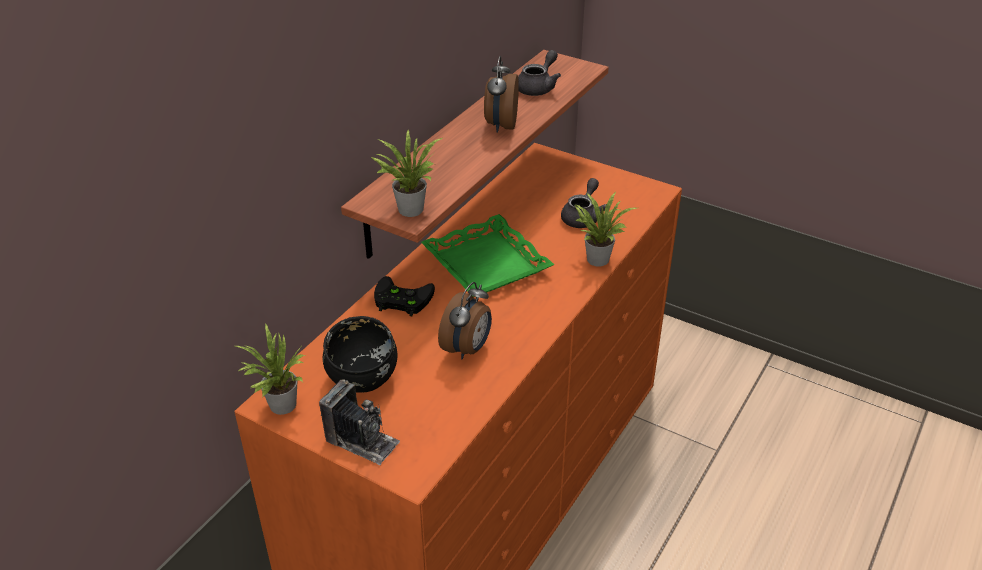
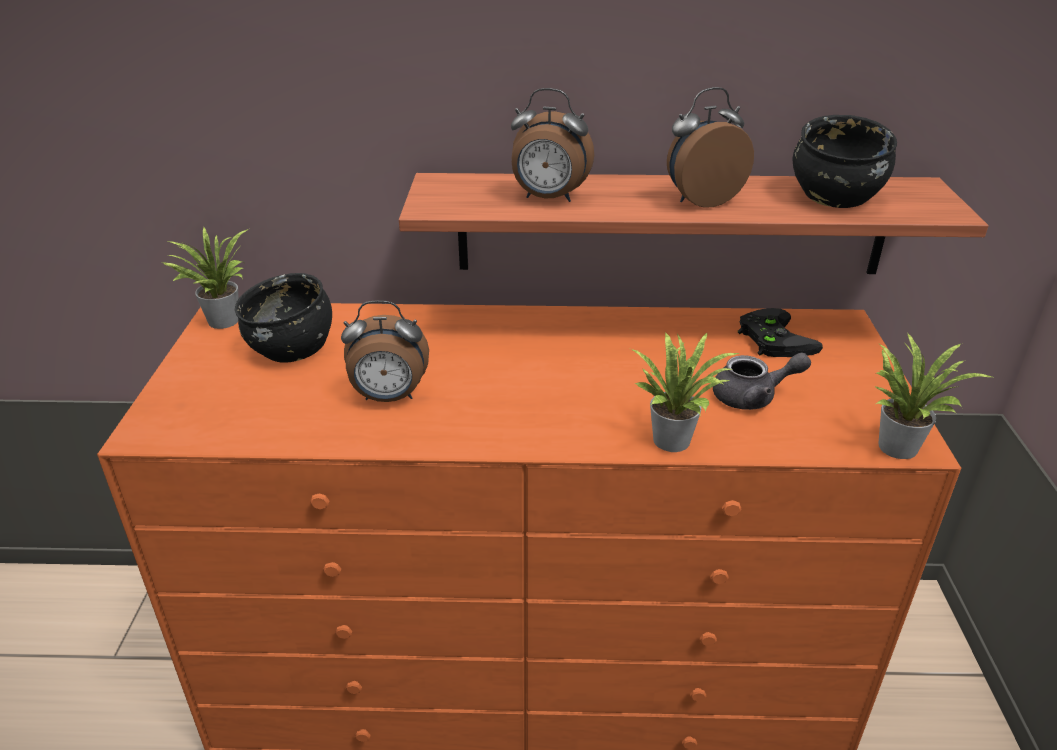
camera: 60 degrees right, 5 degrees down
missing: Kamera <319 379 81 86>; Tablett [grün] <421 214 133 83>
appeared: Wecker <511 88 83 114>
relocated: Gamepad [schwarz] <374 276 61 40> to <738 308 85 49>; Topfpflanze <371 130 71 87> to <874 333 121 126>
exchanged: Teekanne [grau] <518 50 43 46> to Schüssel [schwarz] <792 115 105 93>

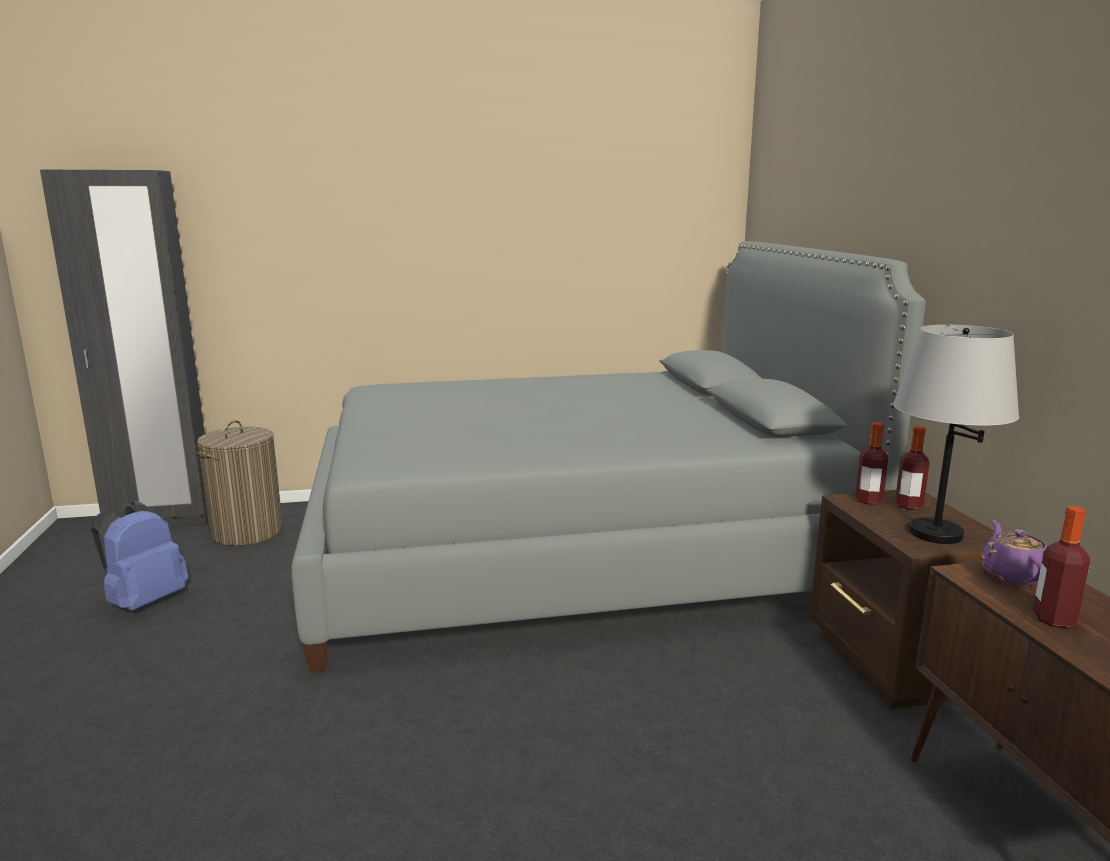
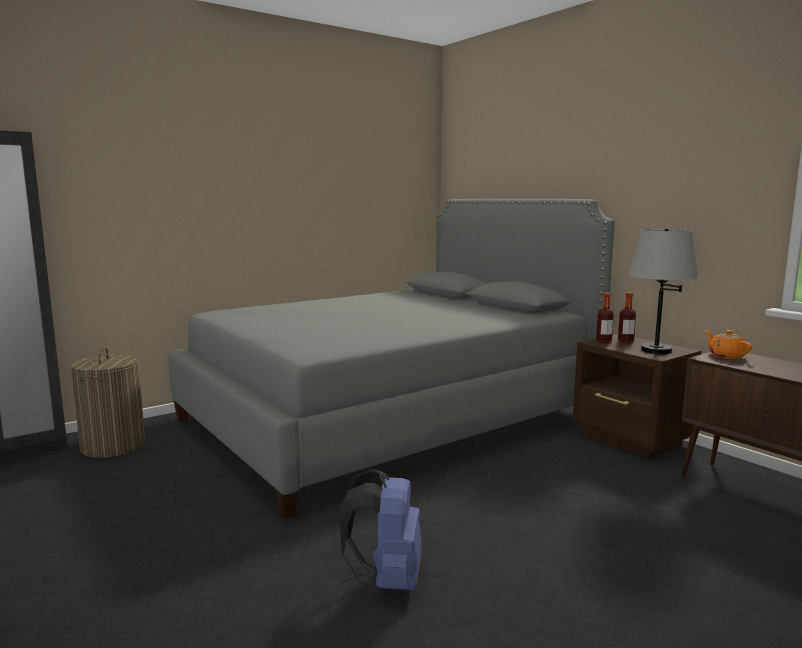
camera: 25 degrees left, 5 degrees down
missing: Flasche <1033 506 57 122>
relocated: Rucksack [blau] <91 501 97 110> to <340 469 82 122>
colour: Teekanne [lila] <980 520 67 66> to Teekanne [orange] <705 330 47 29>

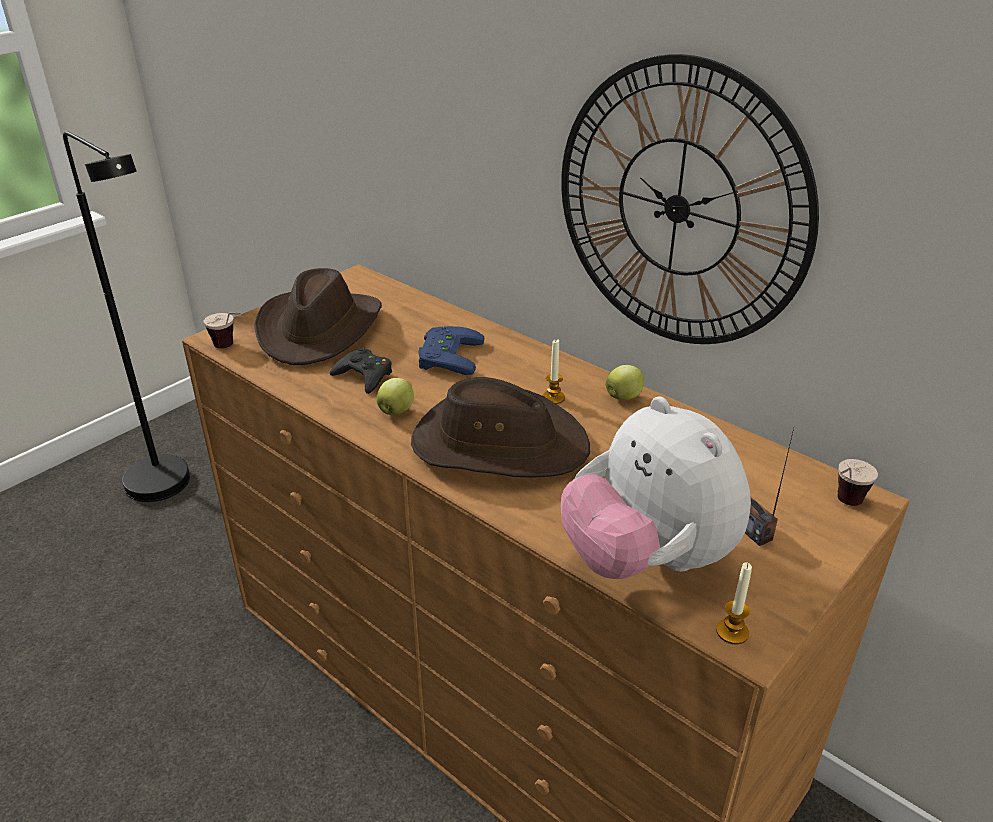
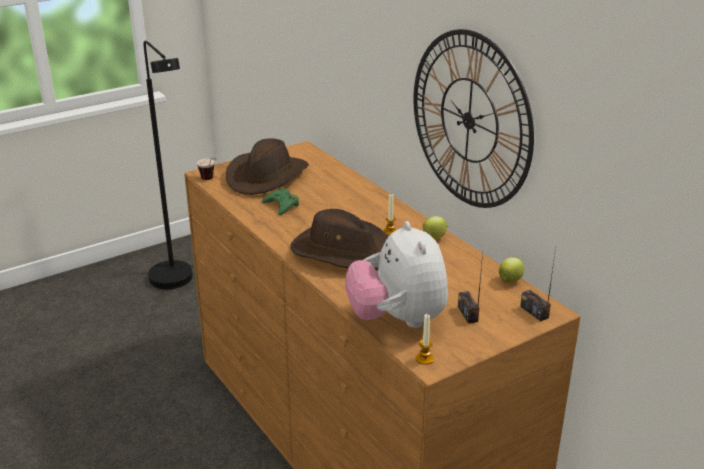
camera: 15 degrees right, 5 degrees down
missing: Gamepad [blau] <419 326 65 49>
relocated: Apfel <377 378 37 37> to <499 257 25 25>
exchanged: Tasse <837 459 41 47> to Radio <520 247 36 74>
colour: Gamepad [schwarz] <330 347 62 47> to Gamepad [grün] <262 188 37 27>

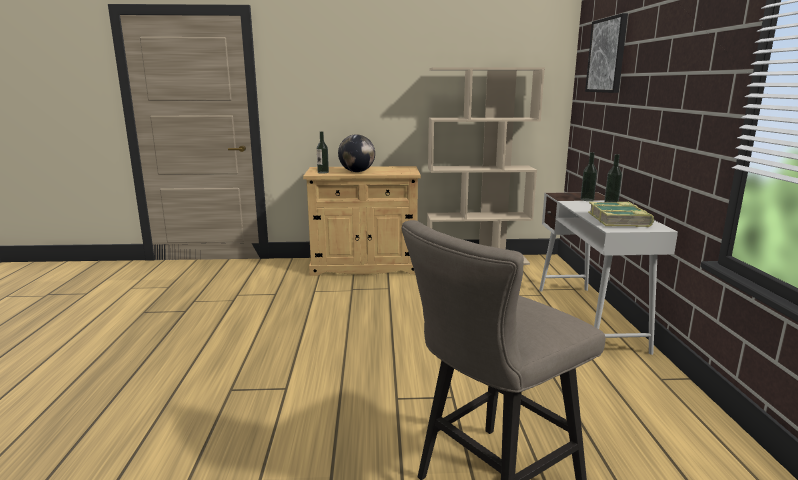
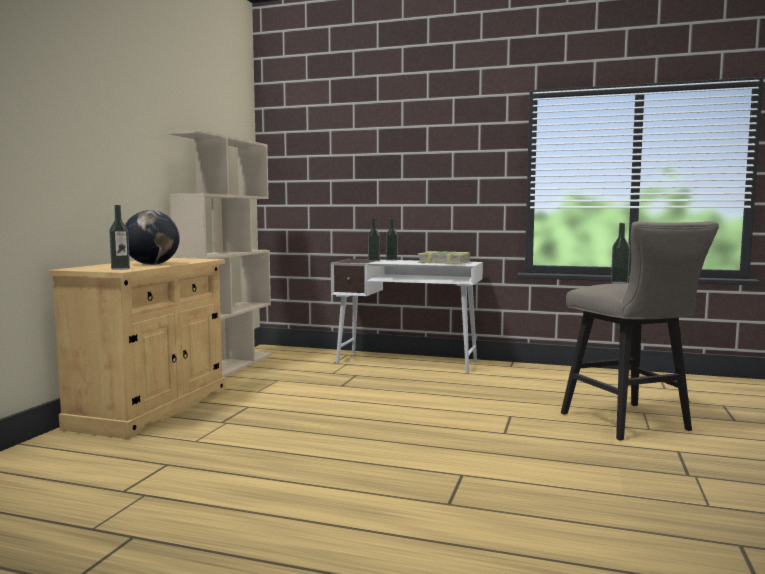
camera: 70 degrees left, 10 degrees down
missing: Bild <585 13 43 80>
appeared: Flasche <611 223 19 61>

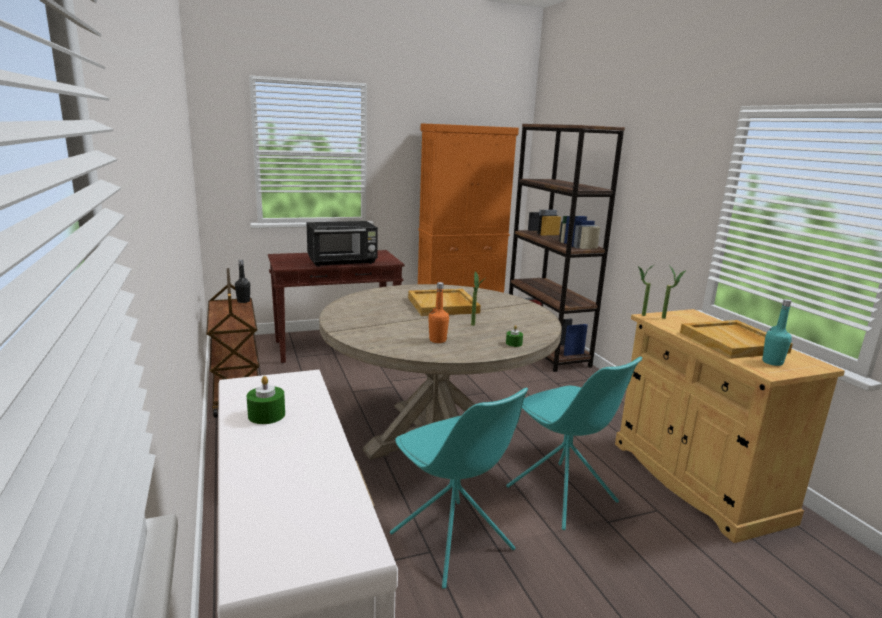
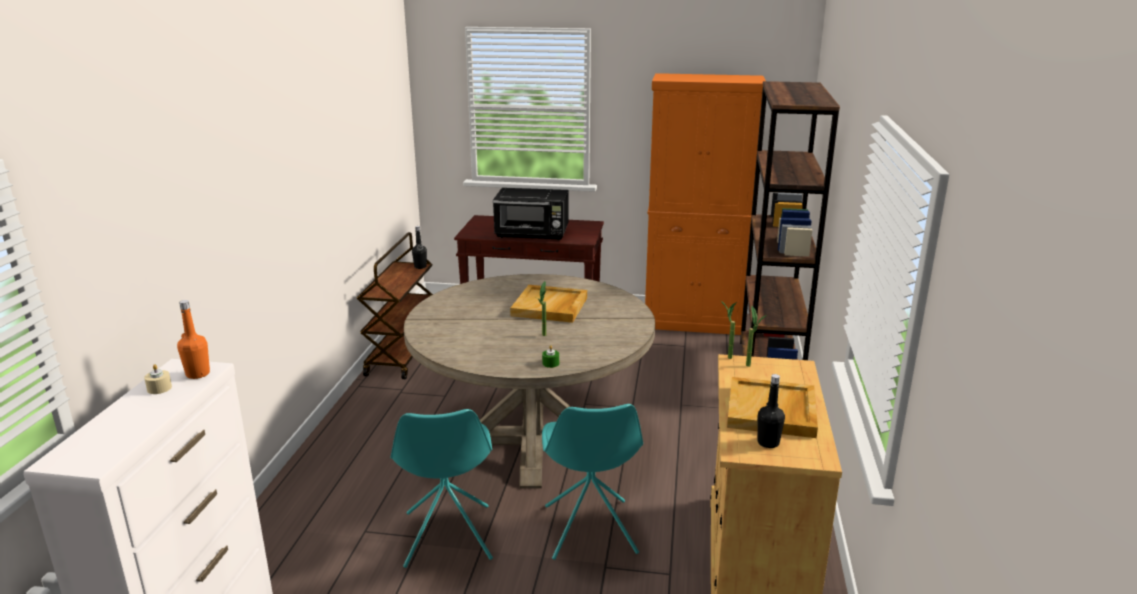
camera: 30 degrees right, 5 degrees up
relocated: Flasche [orange] <428 282 21 61> to <177 300 33 79>
colour: Kerze [grün] <247 376 38 48> to Kerze [beige] <144 364 28 30>; Flasche [türkis] <762 299 30 67> to Flasche [schwarz] <758 374 27 74>

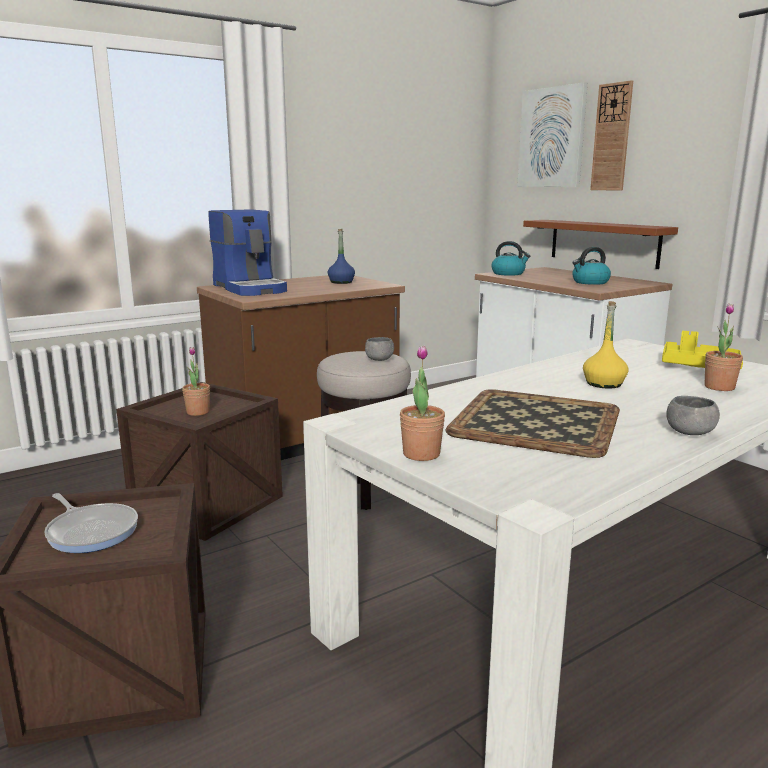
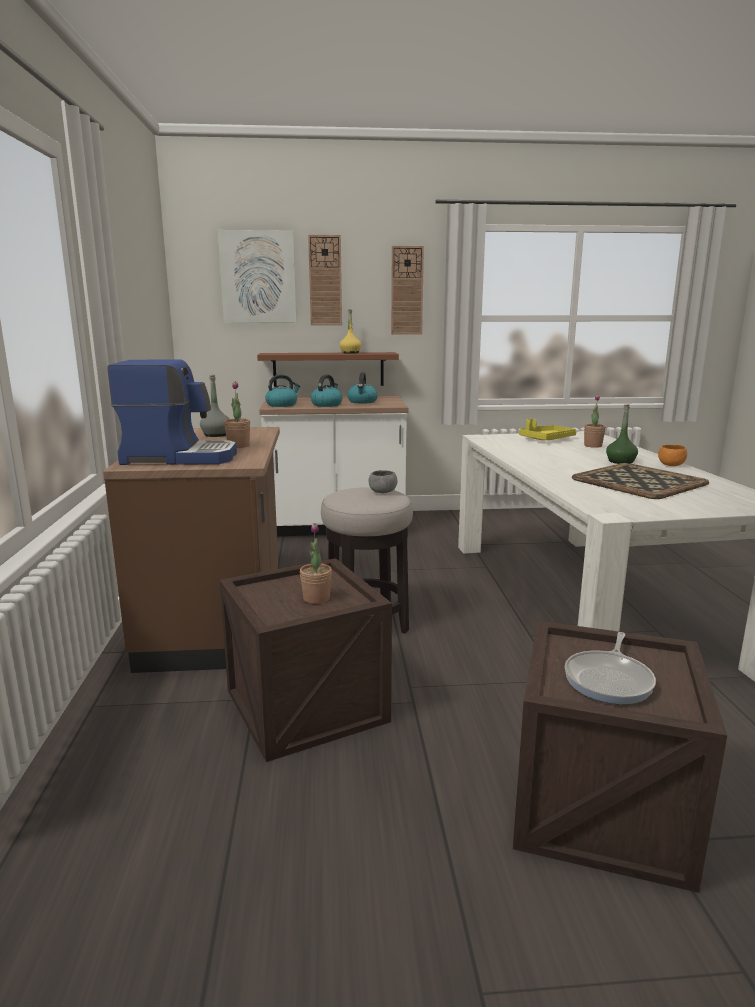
camera: 60 degrees left, 0 degrees up
appeared: Wasserkessel <311 374 32 33>; Wanduhr <391 246 33 89>; Flasche [grün] <606 404 32 60>
relocated: Topfpflanze <400 345 45 116> to <224 381 26 67>; Flasche [gelb] <583 301 46 88> to <340 309 21 45>
colour: Flasche [blau] <328 229 27 55> to Flasche [grau] <200 375 30 62>; Schüssel [grau] <666 396 54 39> to Schüssel [orange] <658 445 29 21>
spun: Pfanne <44 493 94 60> = <565 632 91 72> 135 degrees clockwise

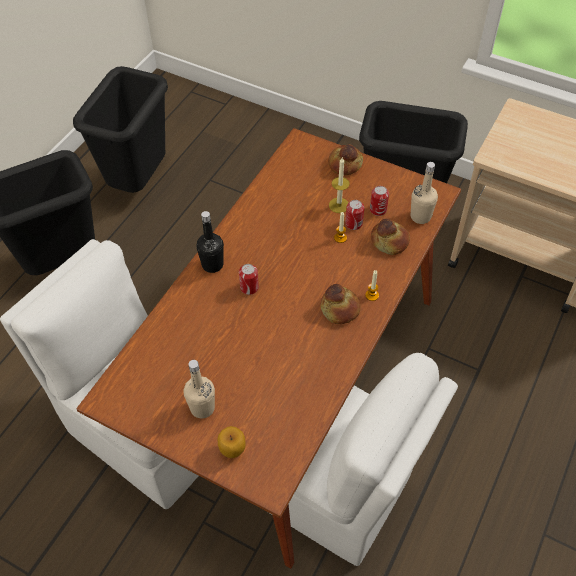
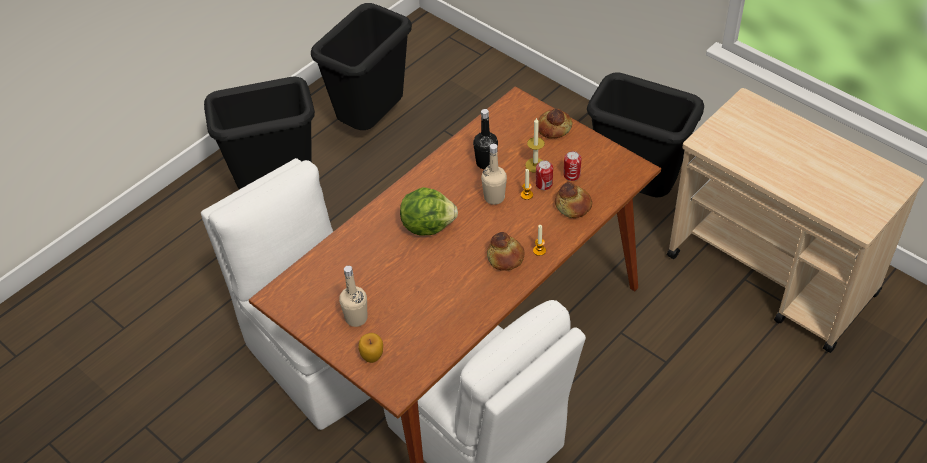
camera: 15 degrees right, 5 degrees down
relocated: Flasche [schwarz] <196 211 28 62> to <473 109 25 60>; Flasche [beige] <411 162 27 62> to <481 144 26 61>
exchanged: Dose <239 264 20 31> to Salatkopf <400 187 58 49>

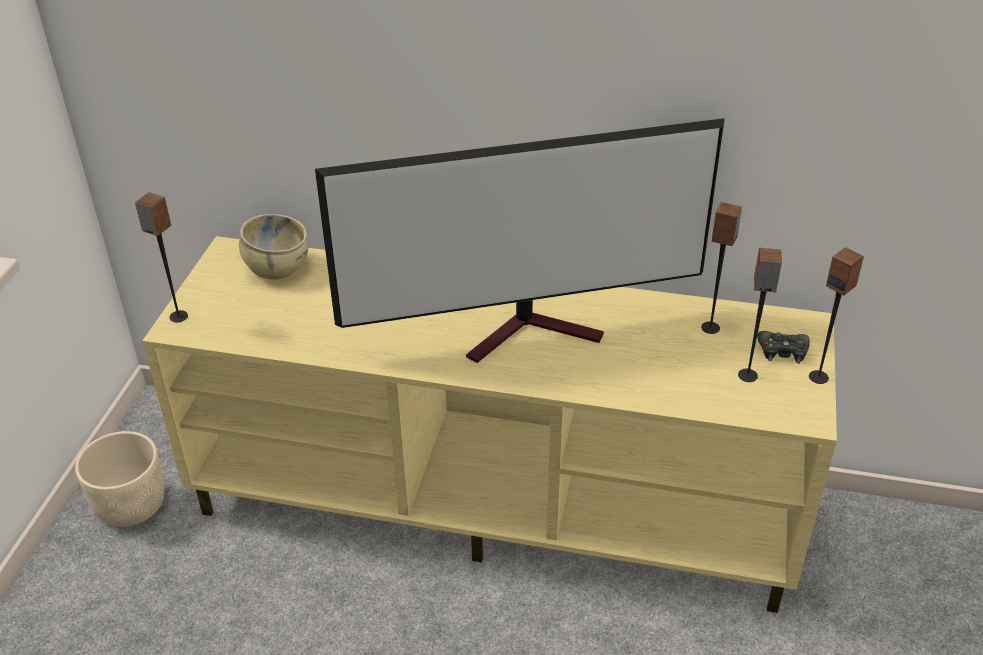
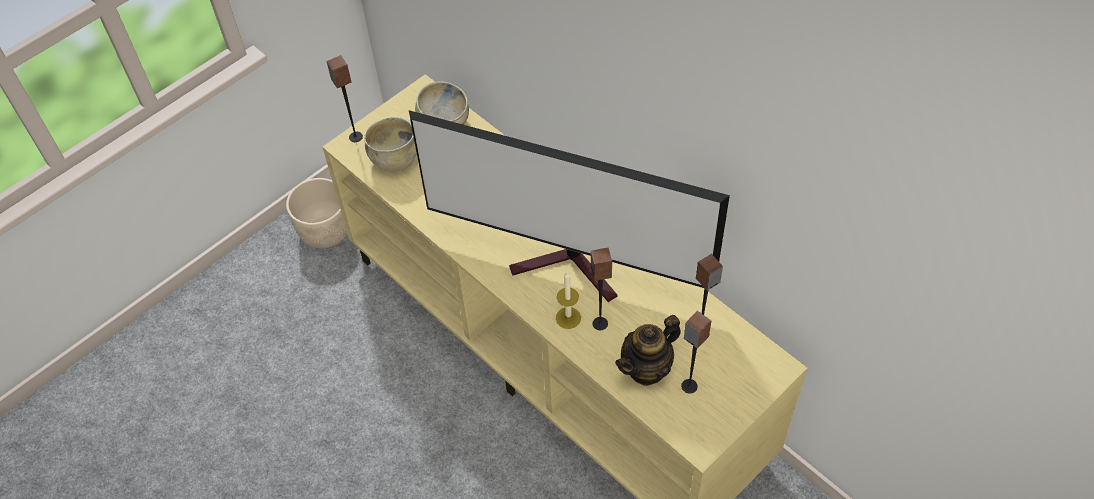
camera: 35 degrees right, 15 degrees up
missing: Gamepad [schwarz] <757 331 53 33>
appeared: Schüssel [beige] <364 117 53 55>; Kerze <556 272 25 57>; Teekanne <615 315 66 71>
relocated: Lautsprecher <809 247 55 137> to <591 248 21 82>

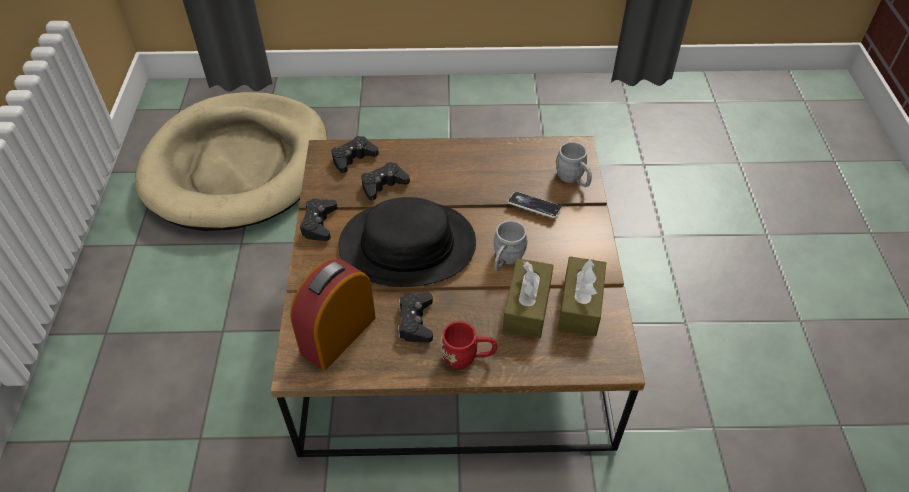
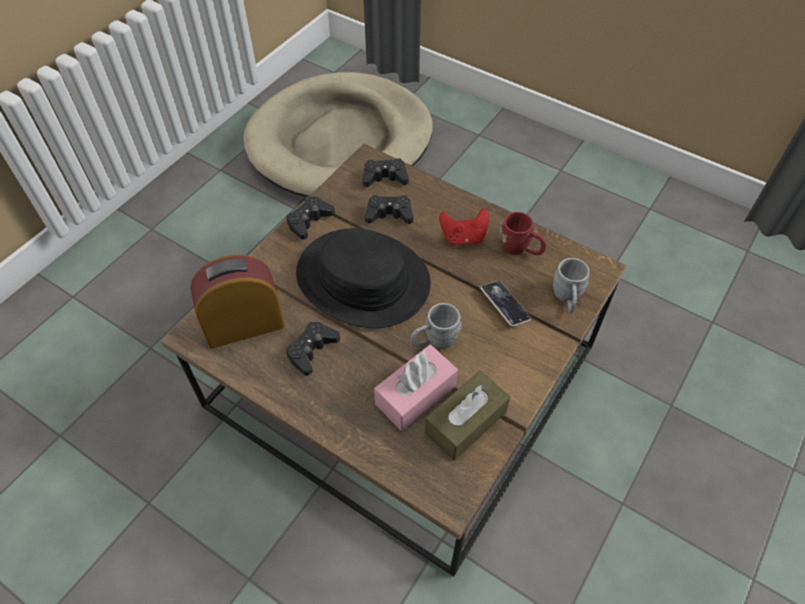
camera: 35 degrees right, 5 degrees up
appeared: Gamepad [rot] <439 208 50 37>
relocated: Henkelbecher [rot] <439 321 58 48> to <500 212 46 43>
colour: Taschentuchbox [braun] <503 258 51 80> to Taschentuchbox [rosa] <374 345 84 86>

